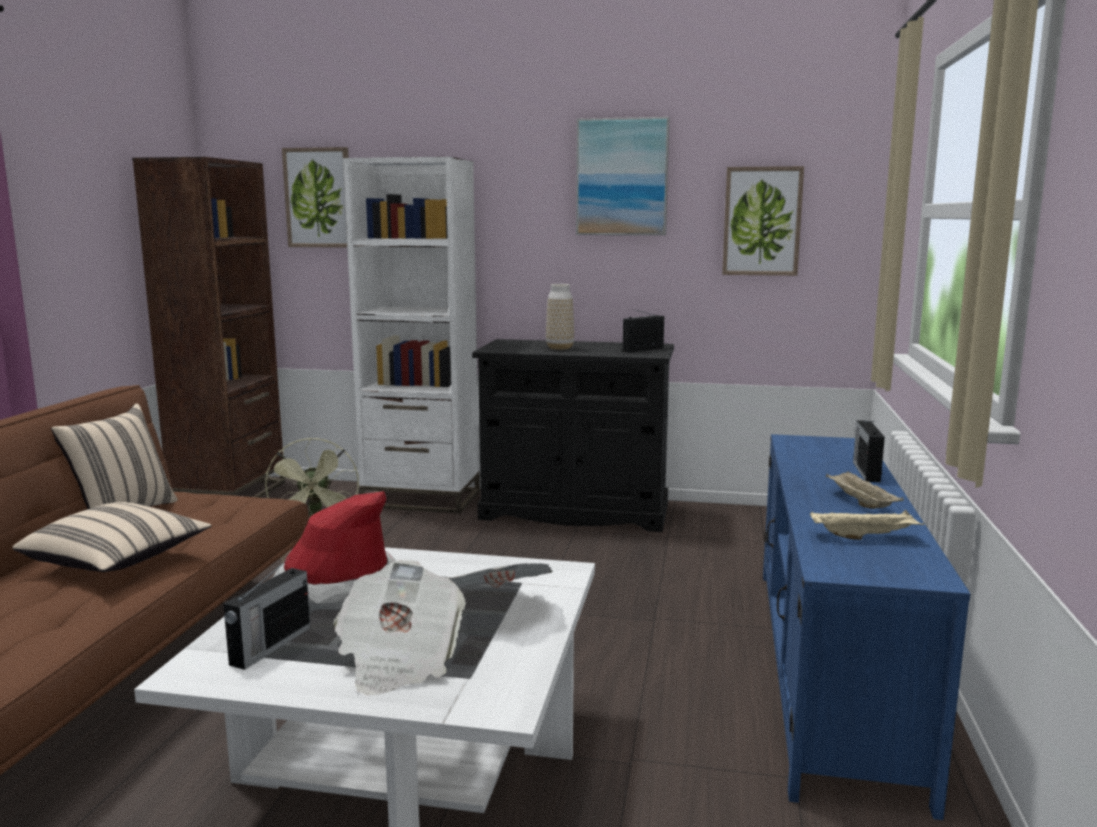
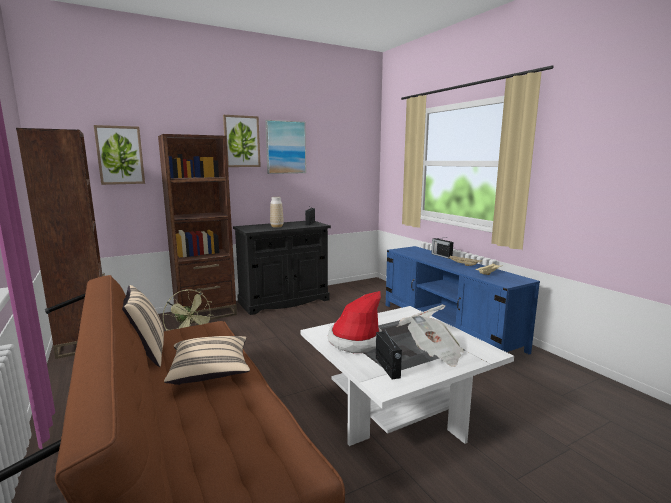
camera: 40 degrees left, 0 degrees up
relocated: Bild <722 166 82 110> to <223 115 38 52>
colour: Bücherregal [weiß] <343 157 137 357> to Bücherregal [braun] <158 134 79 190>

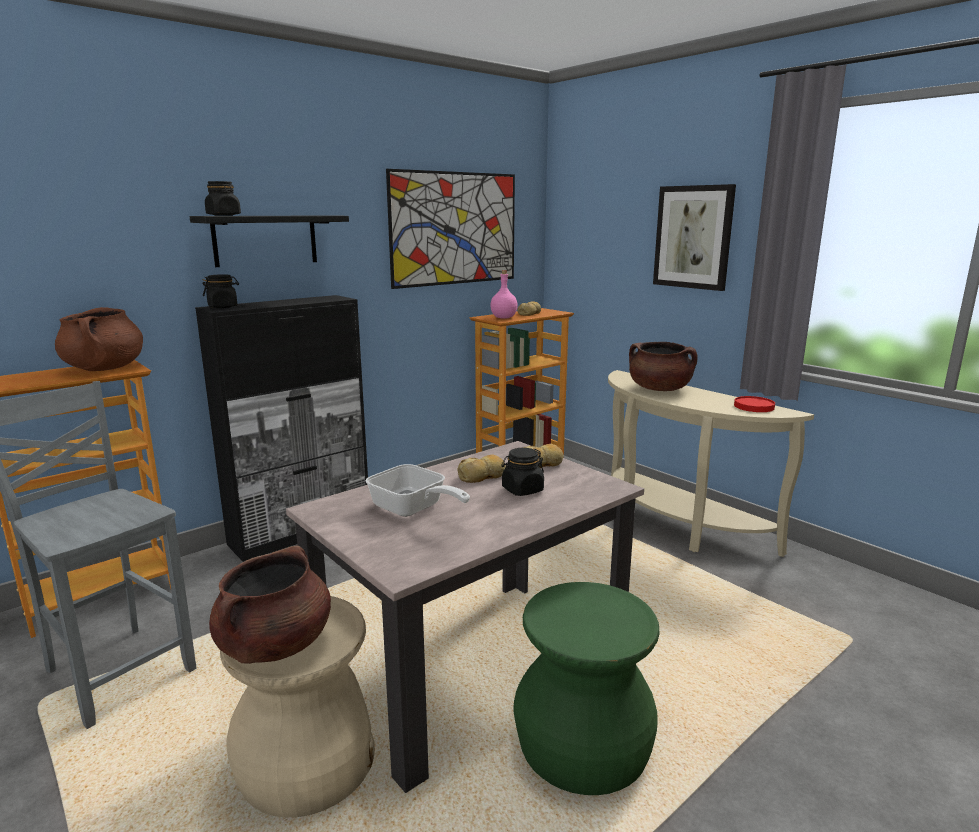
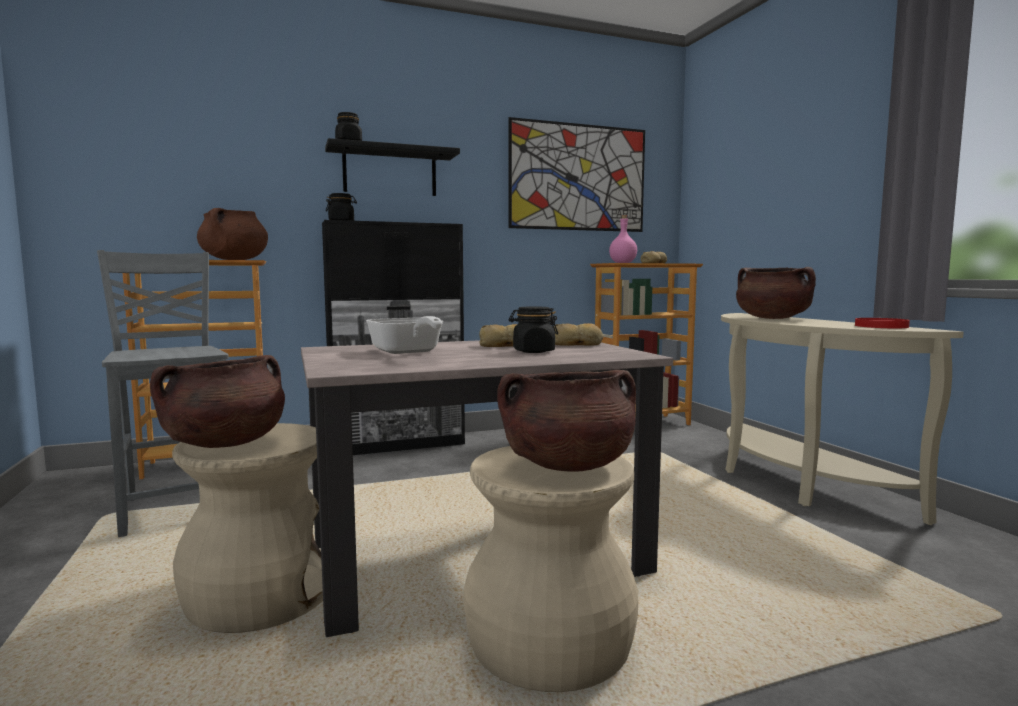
camera: 20 degrees right, 10 degrees down
missing: Bild <653 184 83 107>
appeared: Kochtopf [braun] <497 370 139 102>
colour: Hocker [grün] <513 582 146 213> to Hocker [beige] <464 446 174 246>

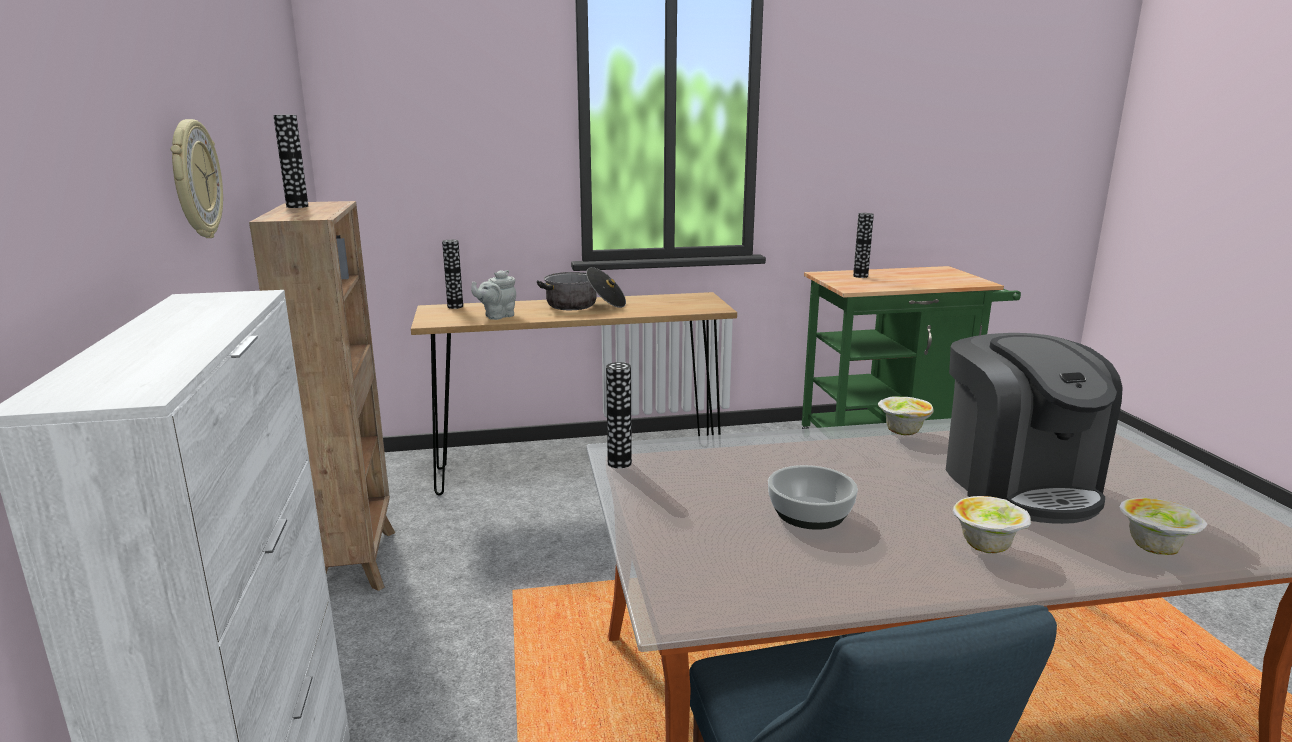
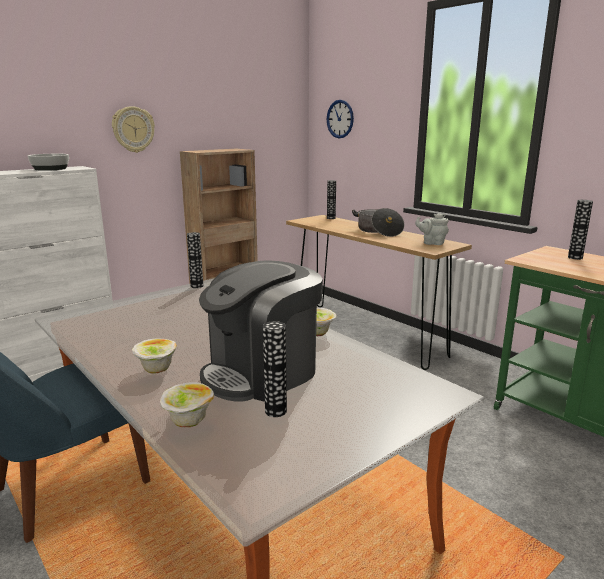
camera: 60 degrees right, 0 degrees up
appeared: Wanduhr <327 100 27 38>
relocated: Schüssel <768 465 90 65> to <28 154 41 17>; Vase <273 115 35 93> to <263 321 24 96>; Teekanne [grau] <471 270 45 50> to <415 213 34 32>

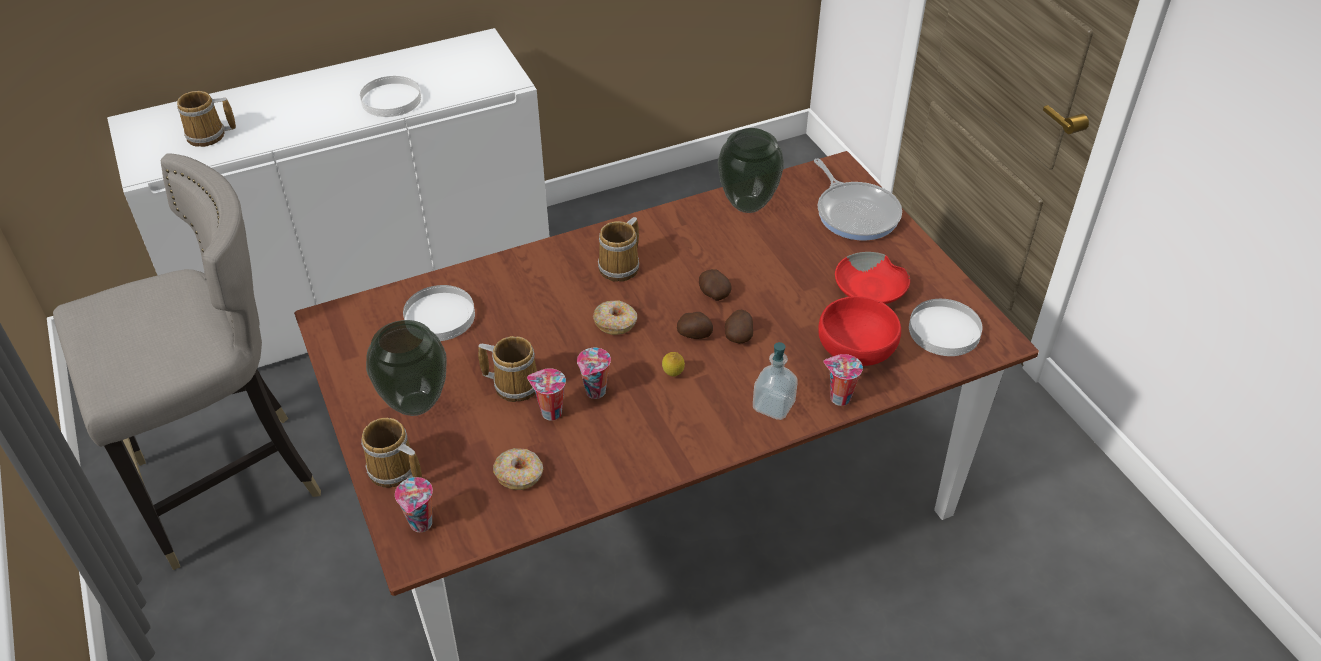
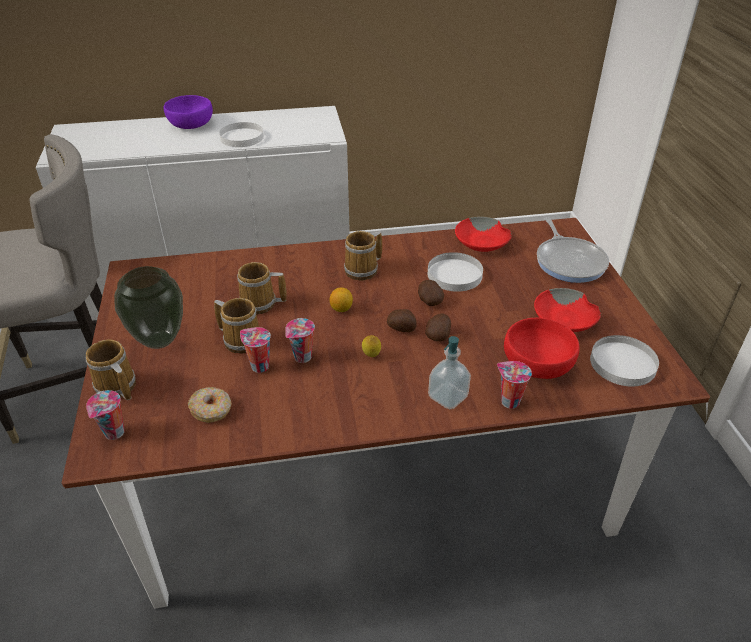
camera: 15 degrees right, 5 degrees down
appeared: Schüssel [lila] <164 95 49 34>
relocated: Henkelbecher <177 91 59 56> to <237 262 49 53>; Teller [weiß] <403 285 72 56> to <428 252 55 40>
exchanged: Donut <593 300 44 35> to Zitrone <330 287 23 25>; Vase <718 128 66 85> to Schüssel [rot] <455 217 57 35>

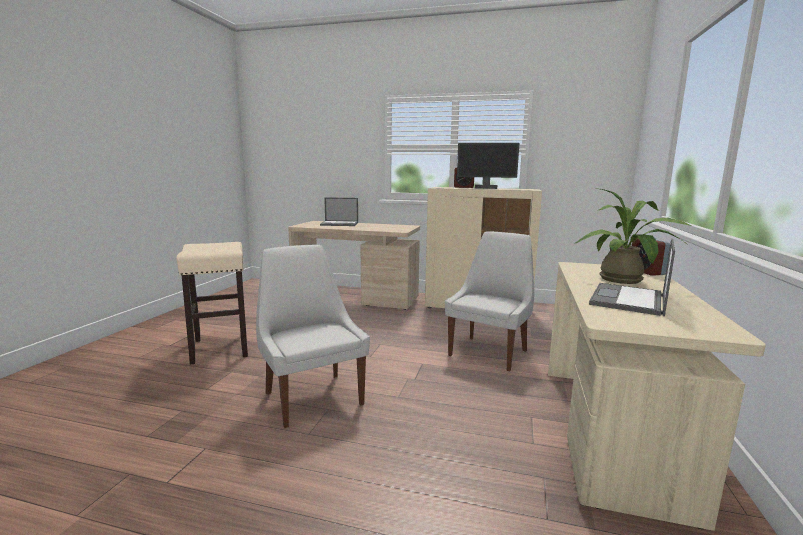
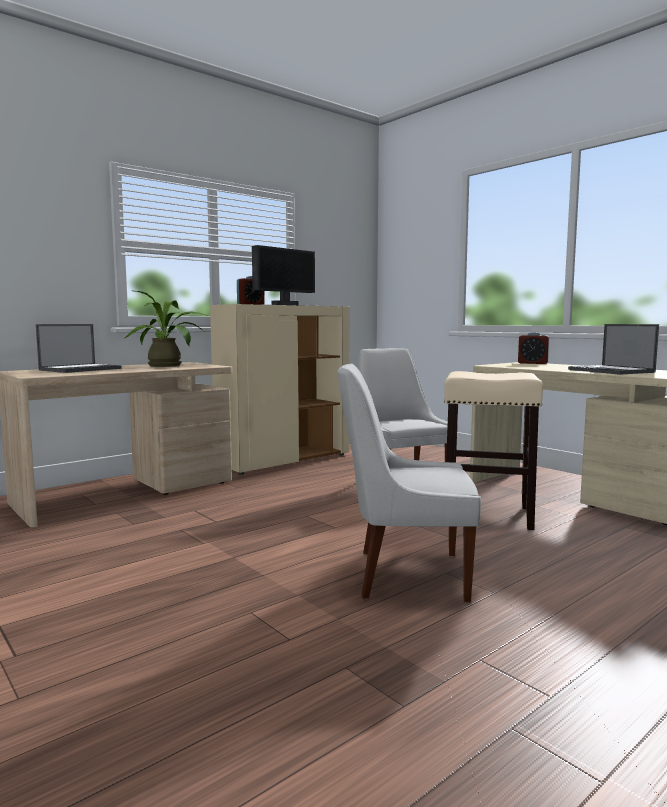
camera: 55 degrees left, 5 degrees down
relocated: Topfpflanze <575 188 116 96> to <123 291 85 76>; Hocker [beige] <177 242 71 122> to <444 371 99 159>

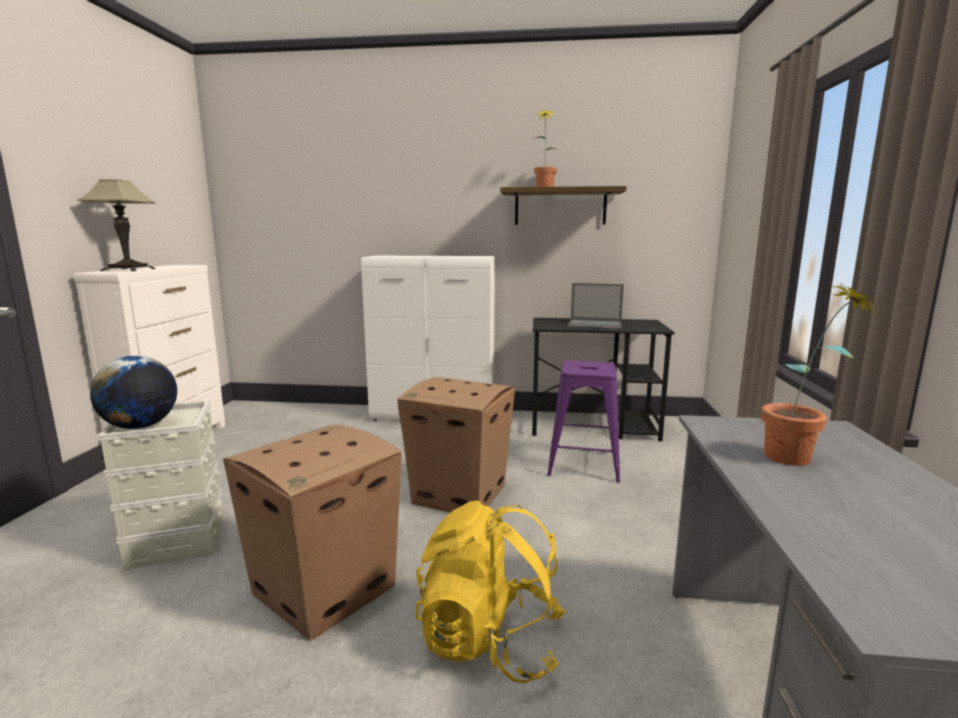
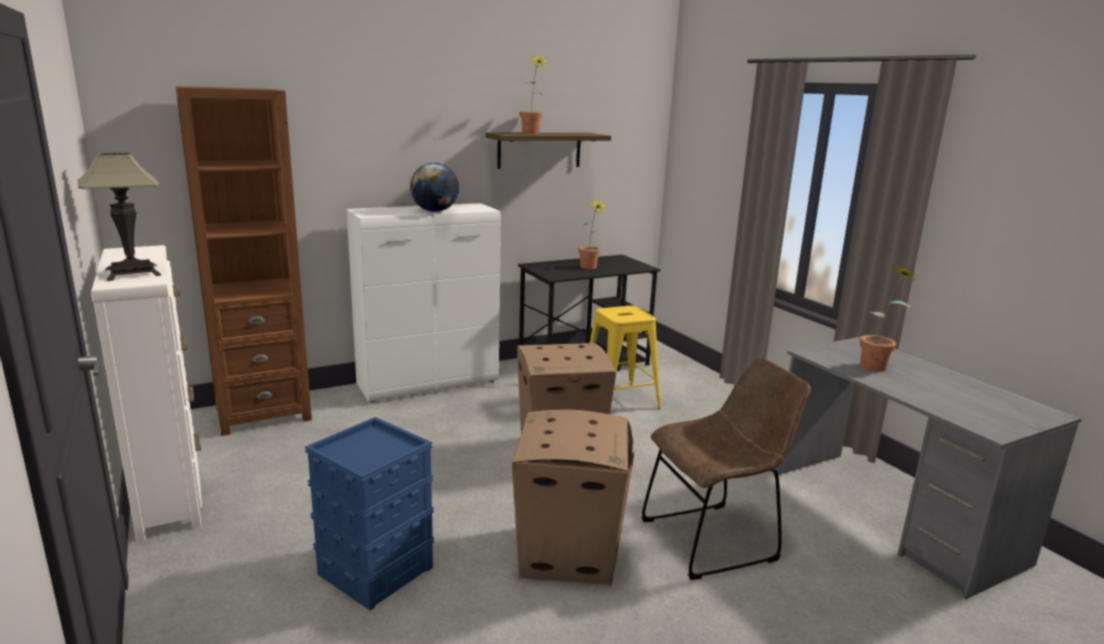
camera: 35 degrees left, 5 degrees up
appeared: Bücherregal [braun] <176 86 136 350>
relocated: Globus <90 356 87 73> to <410 163 49 49>
exchanged: Laptop <567 283 57 47> to Topfpflanze <578 200 29 69>; Rucksack [gelb] <415 501 151 182> to Stuhl [braun] <641 358 170 222>
colour: Aufbewahrungsbox [grau] <97 401 126 170> to Aufbewahrungsbox [blau] <305 417 129 193>; Hocker [lila] <547 361 73 122> to Hocker [gelb] <590 306 71 103>

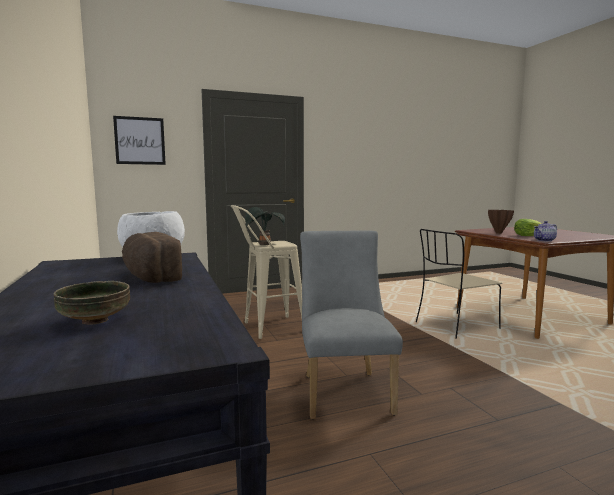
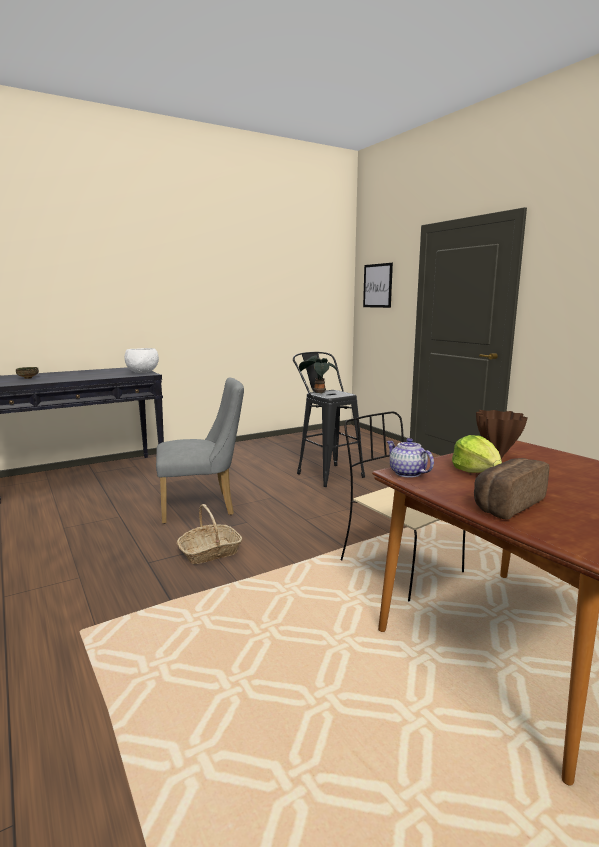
camera: 80 degrees right, 5 degrees up
appeared: Korb <177 504 65 60>
relocated: Brot <122 232 60 51> to <474 458 76 62>
colour: Hocker [beige] <231 205 71 134> to Hocker [schwarz] <293 352 72 135>

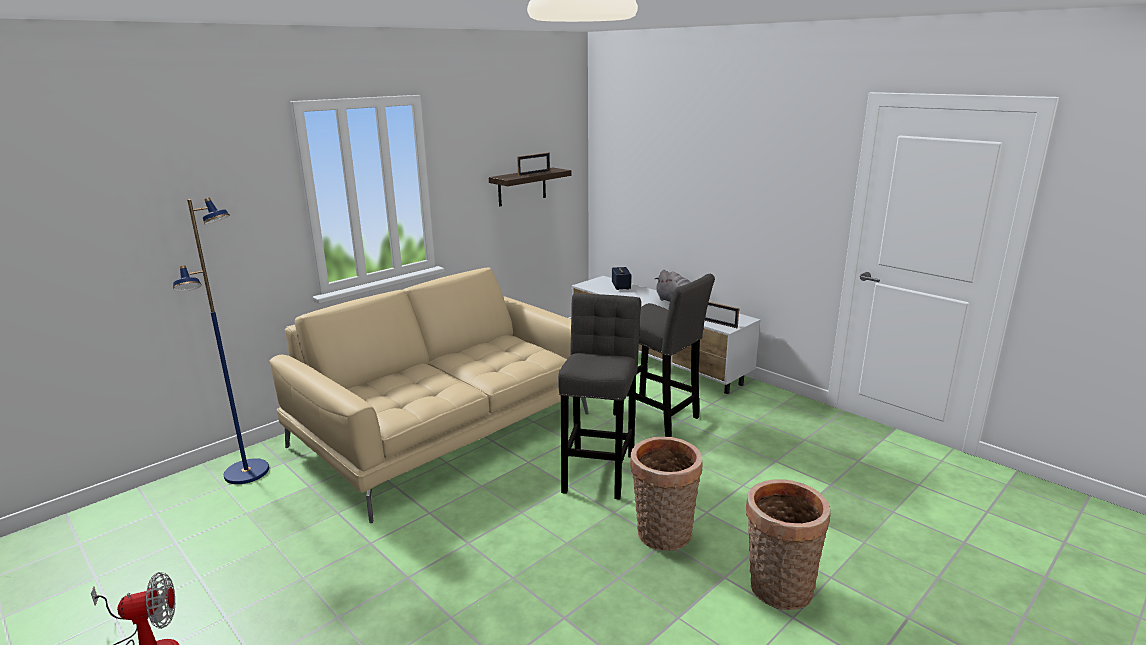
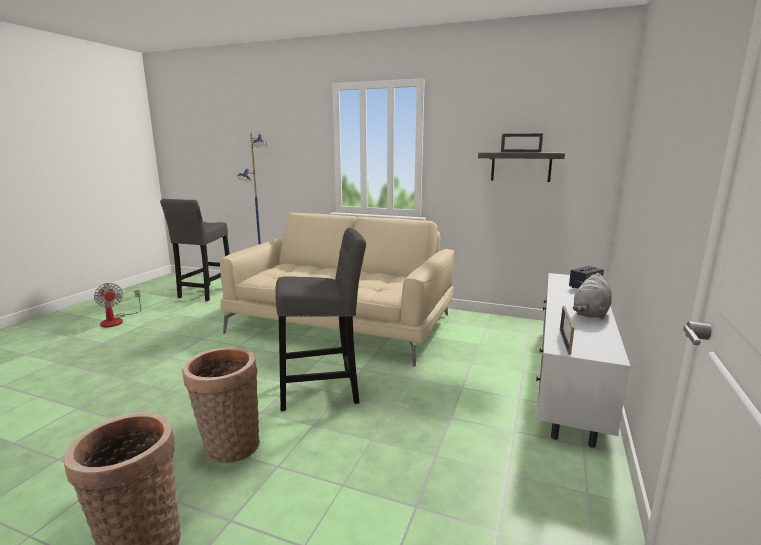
camera: 65 degrees right, 5 degrees down
relocated: Hocker [grau] <613 274 102 163> to <160 199 70 102>

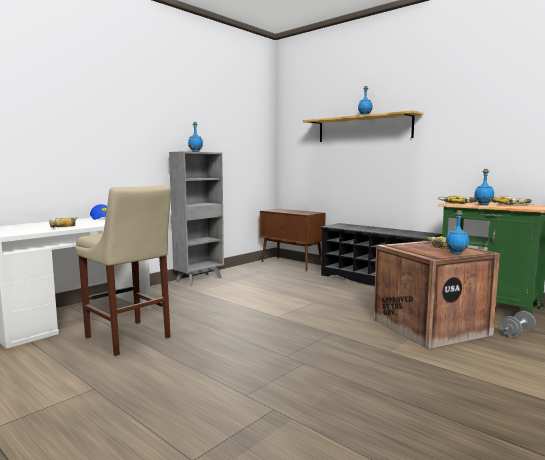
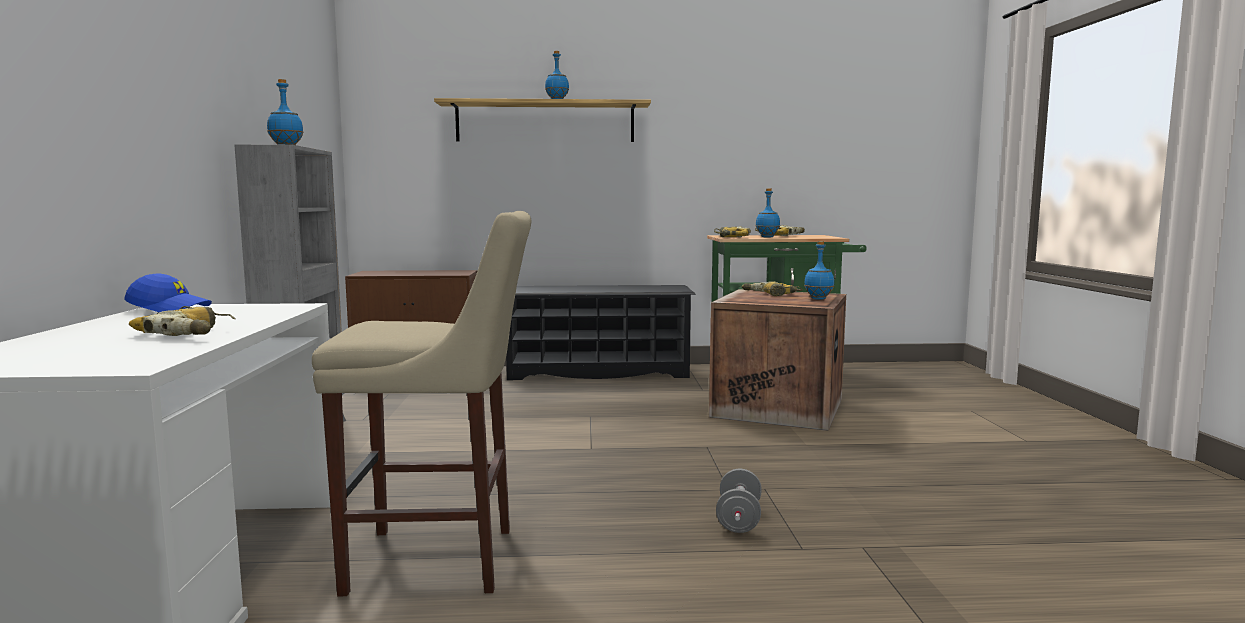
camera: 45 degrees left, 0 degrees up
relocated: Hantel [grau] <500 311 36 27> to <716 469 46 64>

